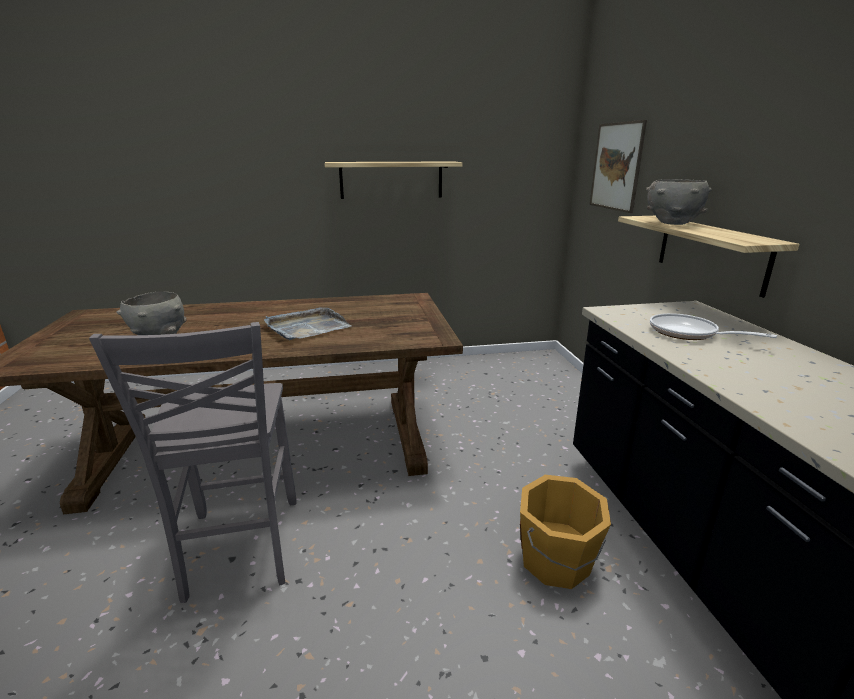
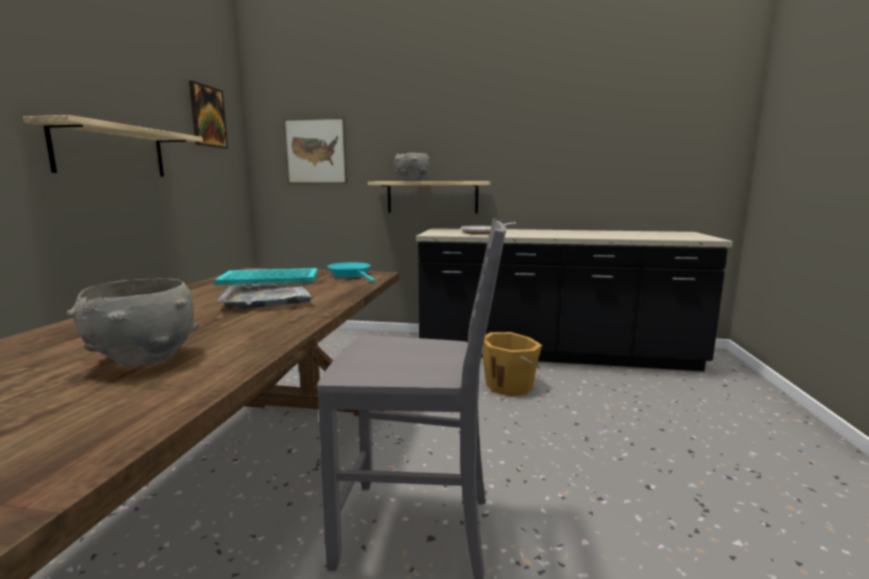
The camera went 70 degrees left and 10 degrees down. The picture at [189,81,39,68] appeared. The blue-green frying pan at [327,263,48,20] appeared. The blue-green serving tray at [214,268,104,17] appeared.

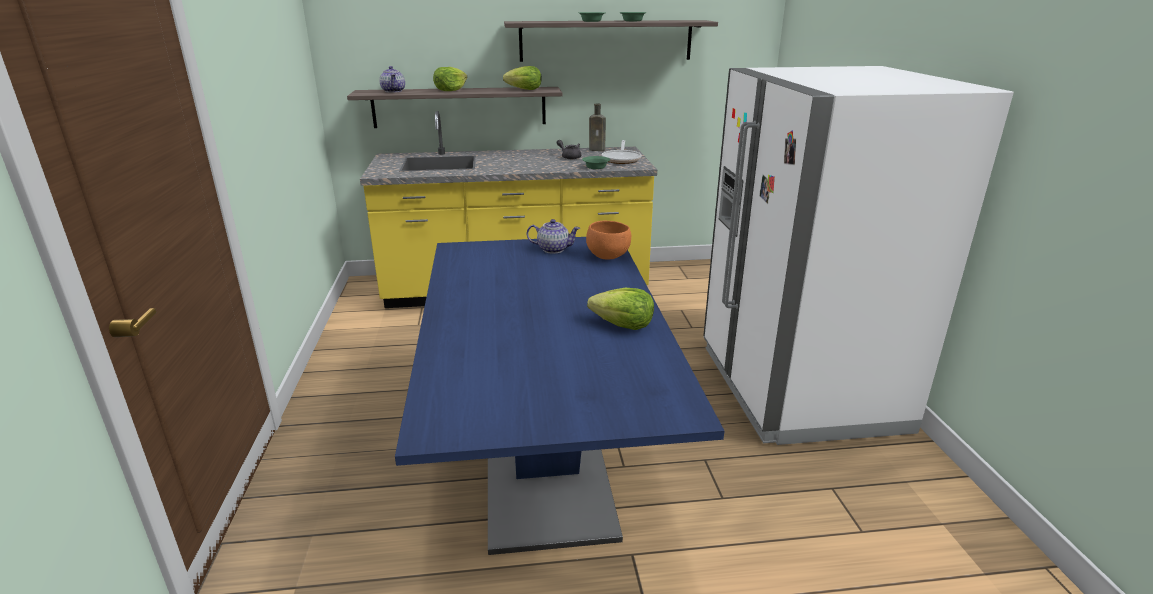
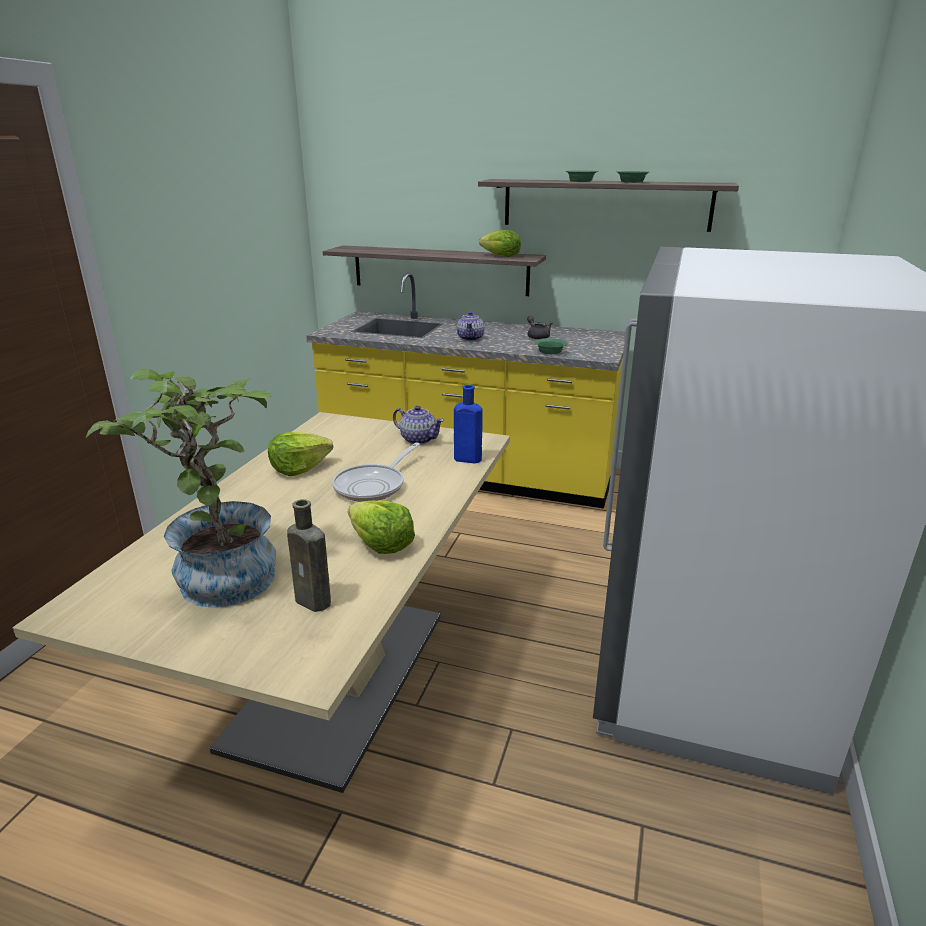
The camera went 25 degrees right and 0 degrees up. The pot for tea moved from [379,66,26,27] to [457,311,28,30]. The head of lettuce moved from [433,67,34,24] to [268,432,65,44]. The brownish bottle moved from [589,104,17,47] to [287,499,44,113]. The frying pan moved from [602,140,40,24] to [332,442,88,60]. The orangey deep dish at [586,221,45,39] was replaced by the blue bottle at [454,385,29,78]. The blue kitchen table at [395,237,330,318] became the sand-coloured kitchen table at [13,412,497,381]. The plant in a pot at [86,369,190,239] appeared.

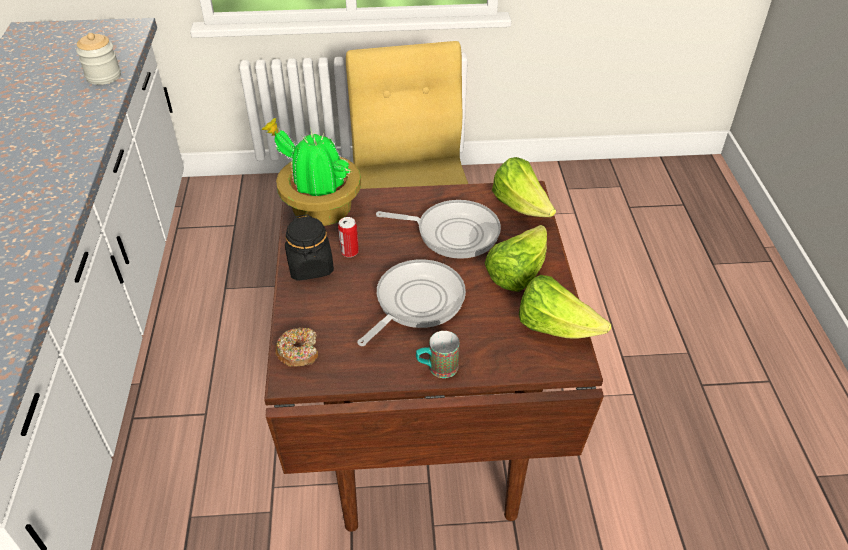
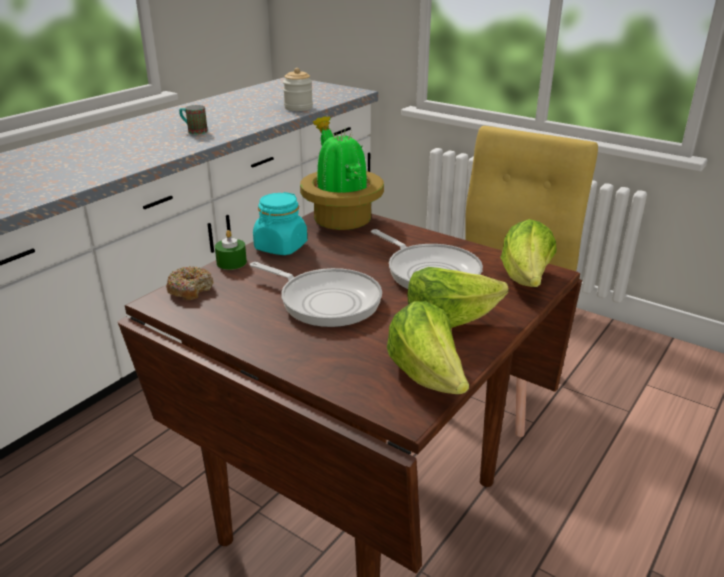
The camera went 40 degrees right and 15 degrees down. The blackish preserve jar at [285,214,49,67] became the blue-green preserve jar at [253,192,54,63]. The metal can at [338,217,21,40] disappeared. The frying pan at [357,259,109,87] turned 45 degrees clockwise. The mug moved from [416,331,43,47] to [179,105,29,30]. The green-coloured wax light at [215,230,32,40] appeared.

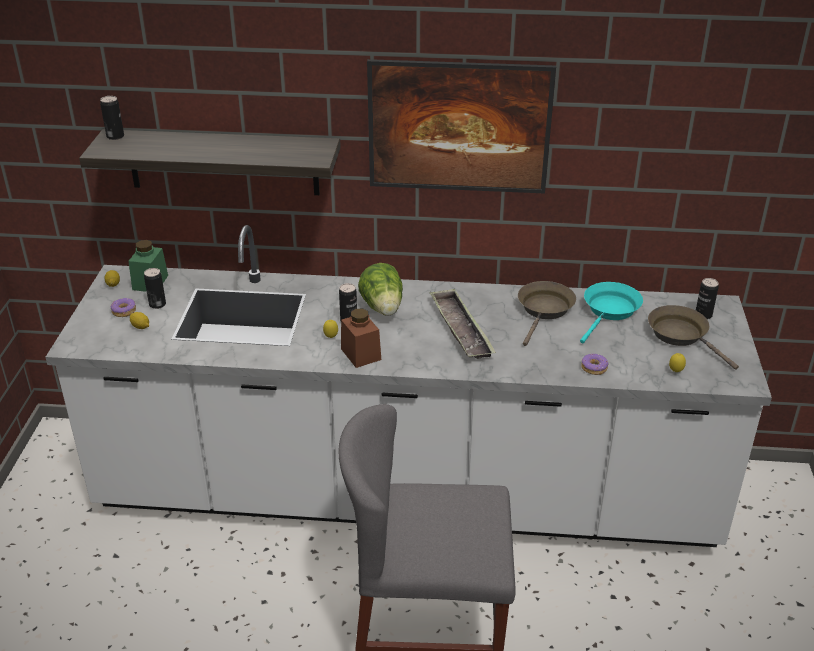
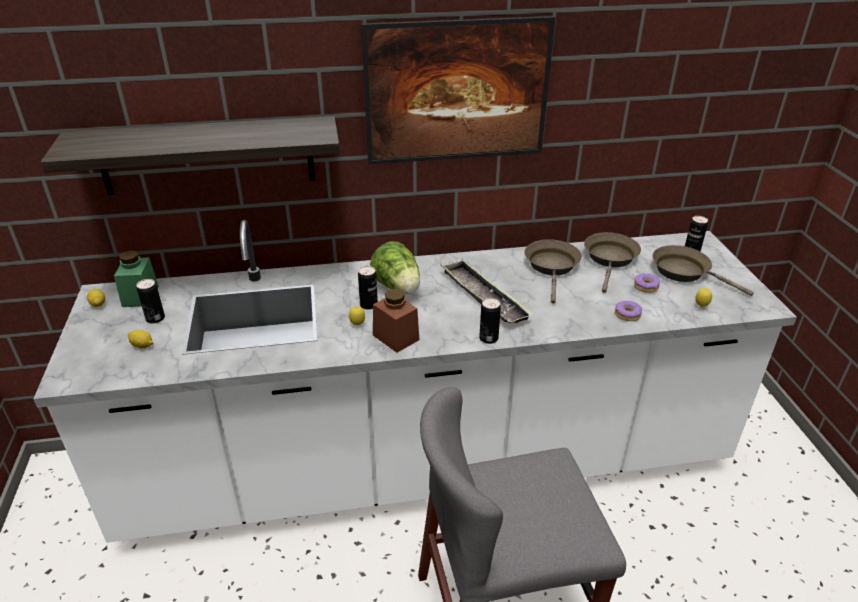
The camera went 15 degrees left and 0 degrees up. The metal can moved from [100,96,24,44] to [479,298,22,46]. The blue-green frying pan at [580,282,63,61] became the brownish frying pan at [584,232,57,61]. The doughnut moved from [110,298,26,19] to [634,273,26,20].

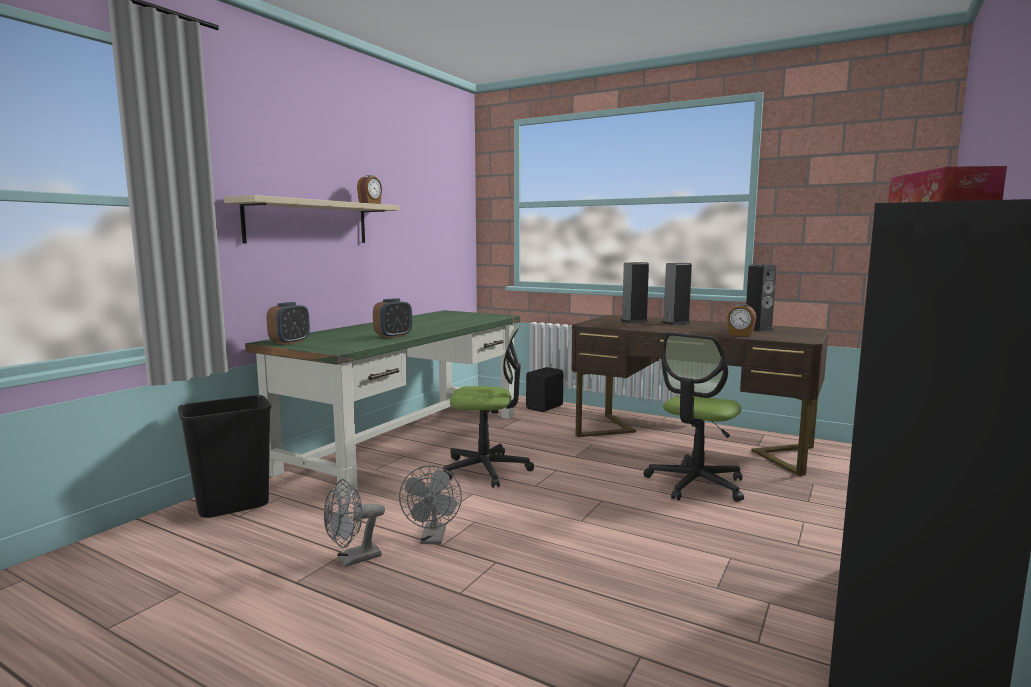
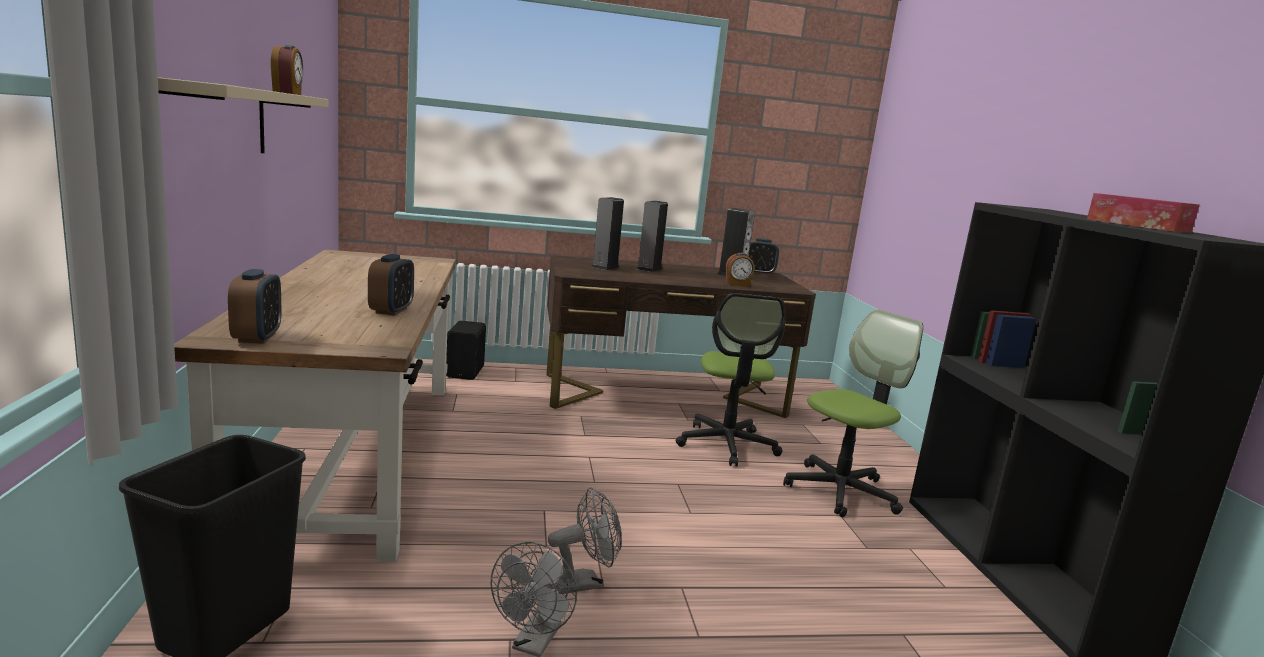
The camera went 40 degrees left and 5 degrees up. The green-coloured desk unit at [245,310,275,188] became the brownish desk unit at [174,250,282,312]. The office chair moved from [443,322,91,166] to [783,310,140,207]. The gray fan at [399,465,63,79] turned 75 degrees counterclockwise. The table clock at [749,238,30,37] appeared.

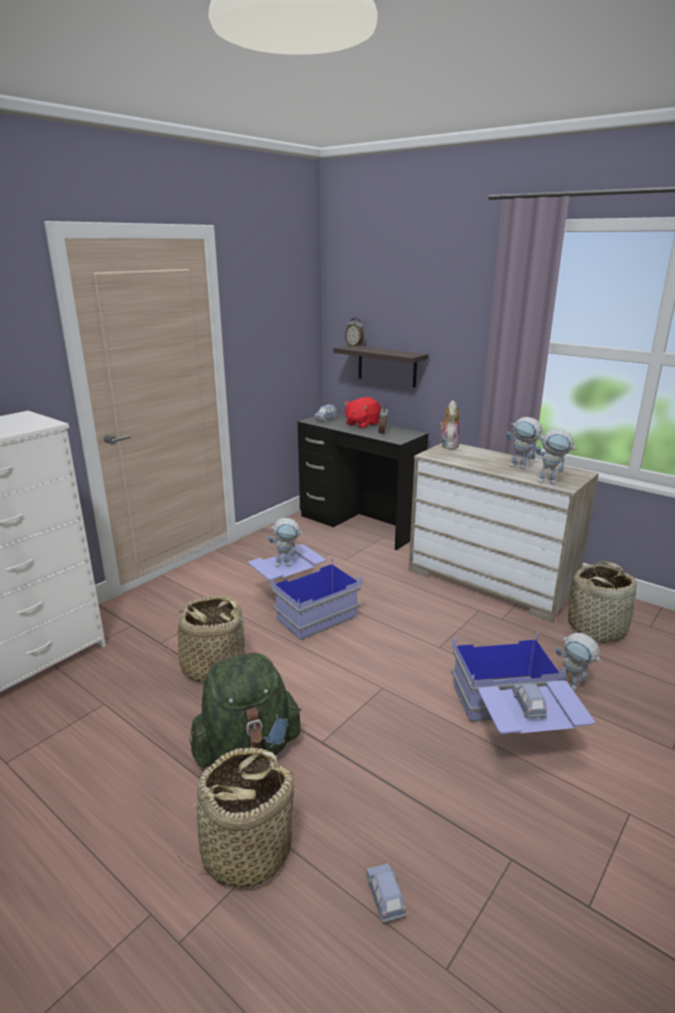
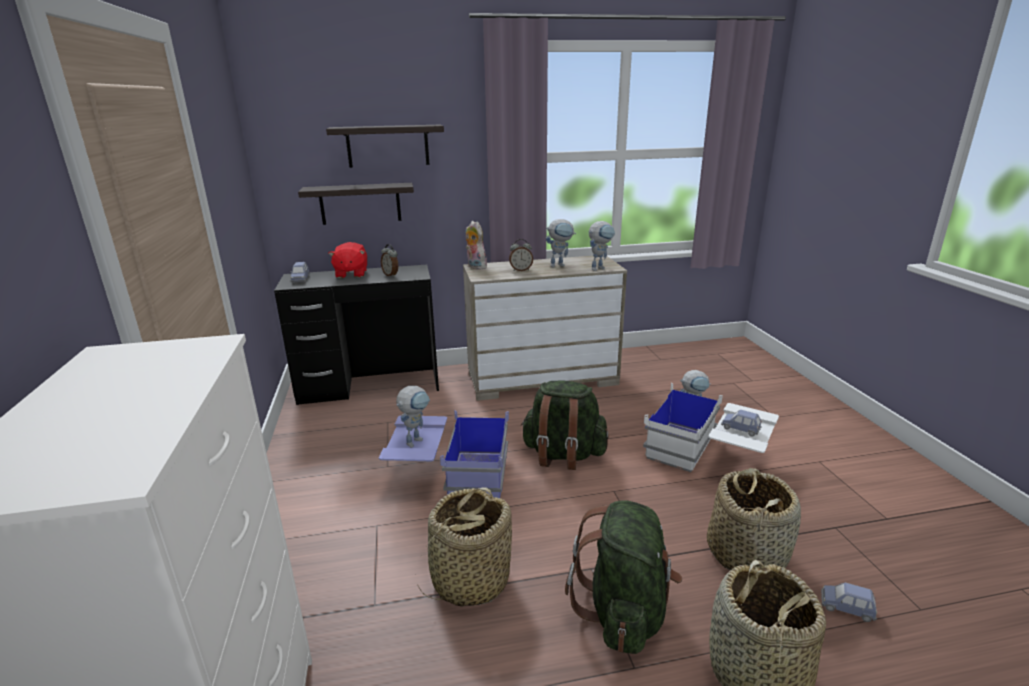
The camera went 50 degrees left and 0 degrees up. The table clock moved from [345,318,19,29] to [509,239,24,32]. The household basket moved from [568,561,69,82] to [707,468,94,102]. The blue storage bin at [451,631,144,103] became the white storage bin at [643,383,136,89]. The wall shelf at [326,125,118,43] appeared. The green-coloured backpack at [521,380,88,90] appeared.

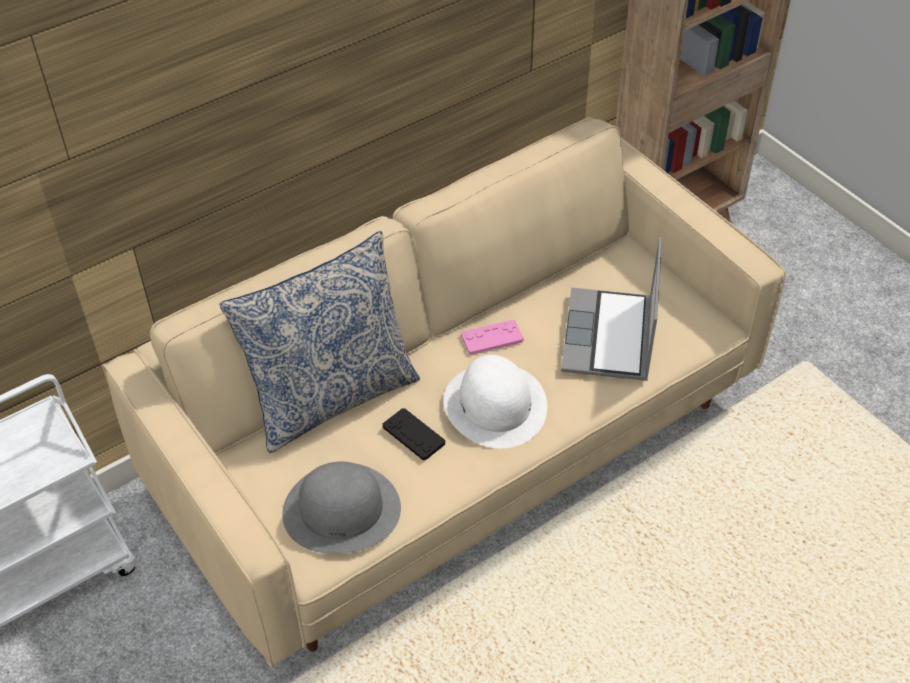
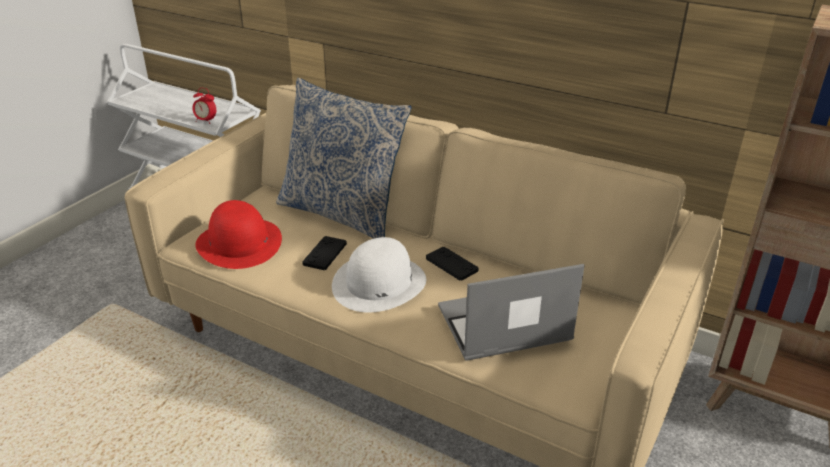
The camera went 65 degrees right and 15 degrees down. The pink joypad at [461,320,63,35] became the blackish joypad at [426,247,52,34]. The gray hat at [282,461,119,93] became the red hat at [195,200,87,69]. The table clock at [192,88,24,36] appeared.

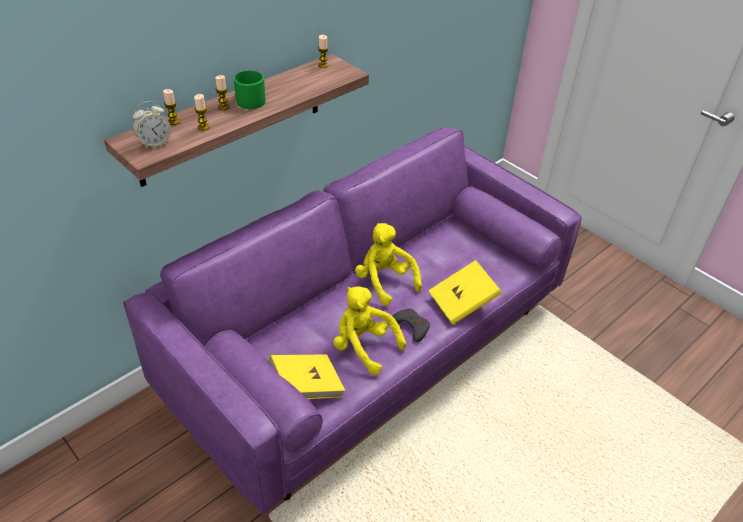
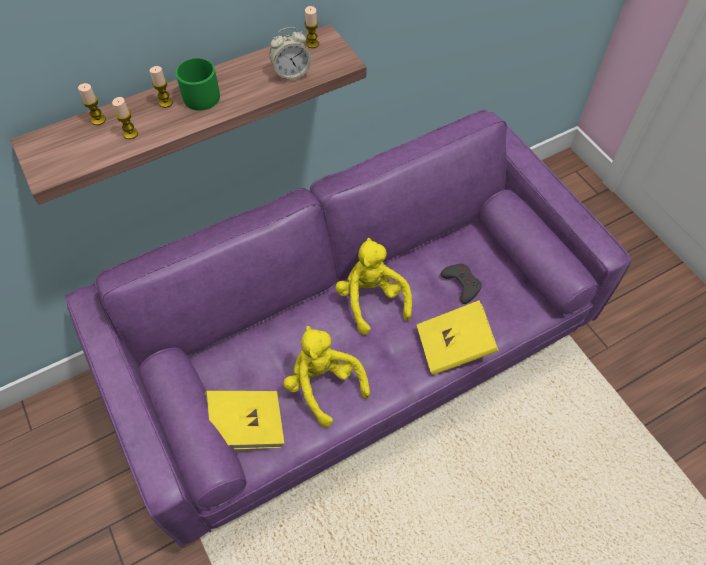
The camera went 15 degrees right and 15 degrees up. The table clock moved from [133,101,38,48] to [270,27,41,54]. The gray joypad moved from [393,308,37,34] to [440,264,42,40].

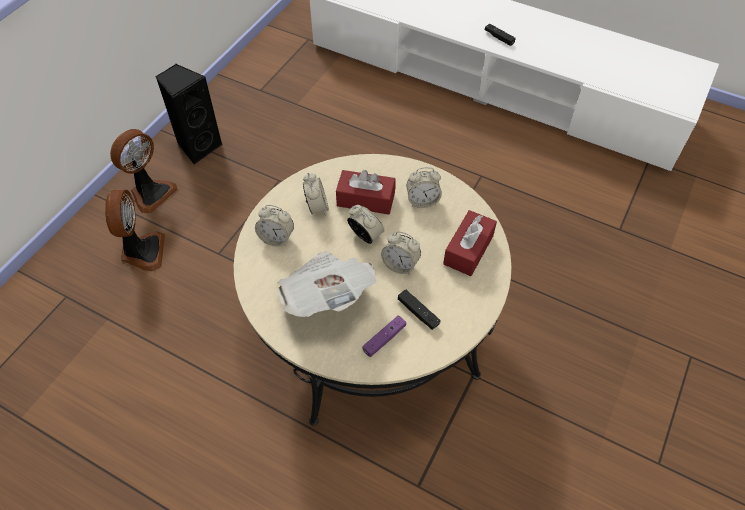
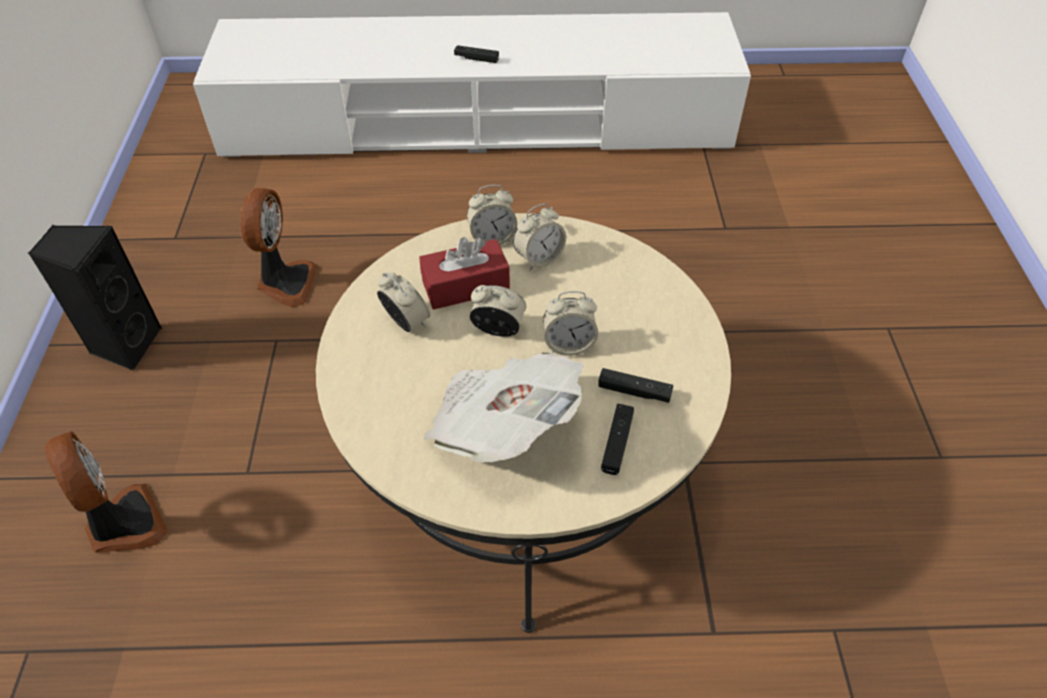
The camera went 30 degrees left and 5 degrees down. The fan moved from [110,129,68,85] to [241,188,77,119]. The table clock moved from [255,205,39,41] to [467,185,50,60]. The red box of tissues at [443,210,54,66] disappeared. The purplish joypad at [362,316,44,41] became the blackish joypad at [601,404,33,71].

